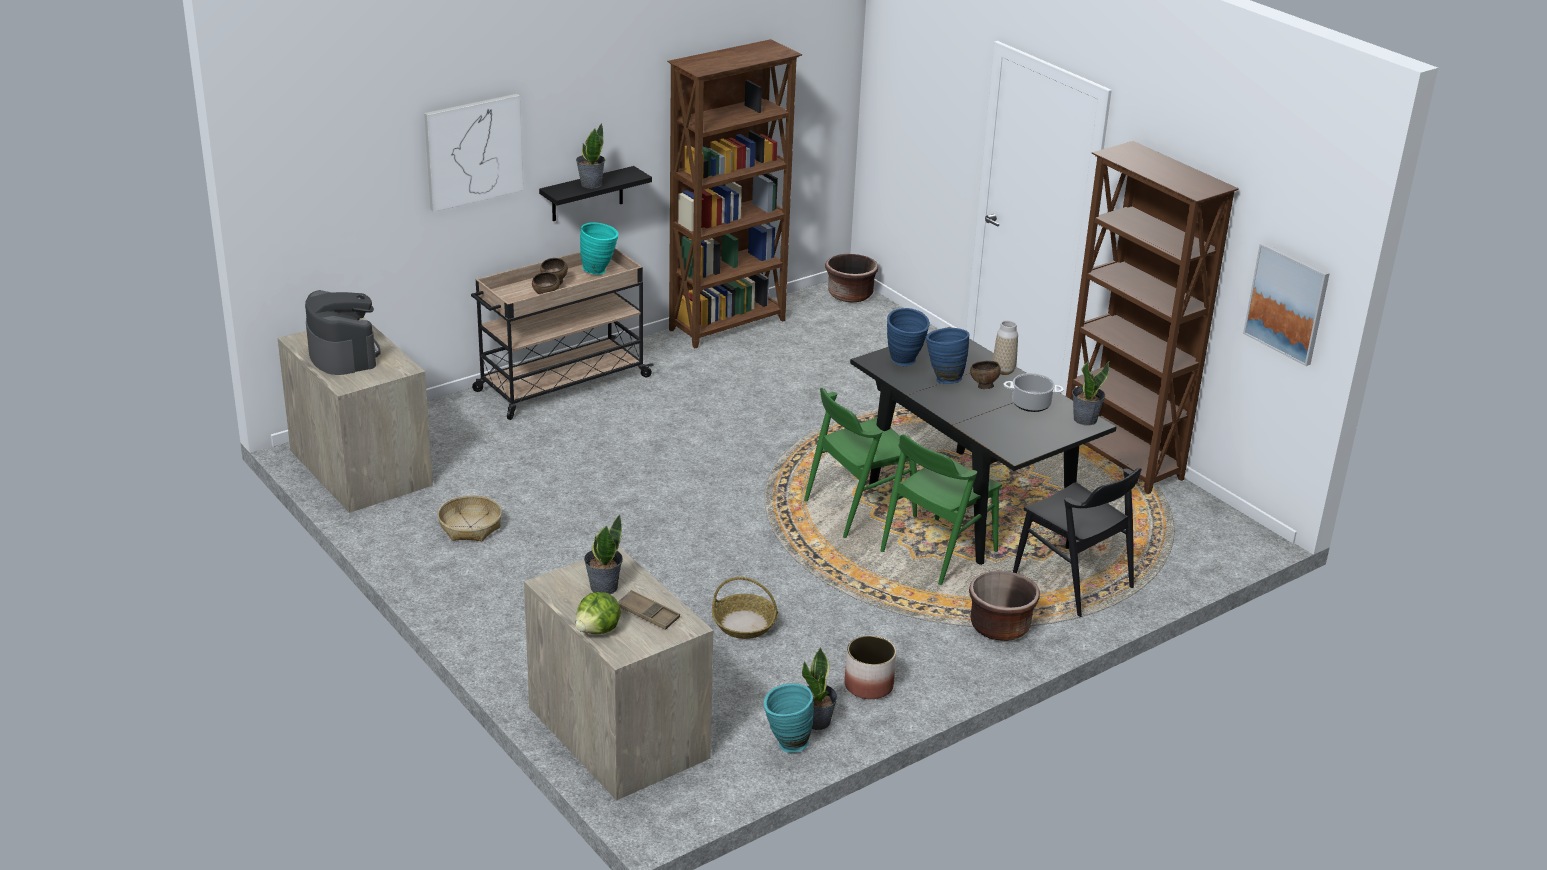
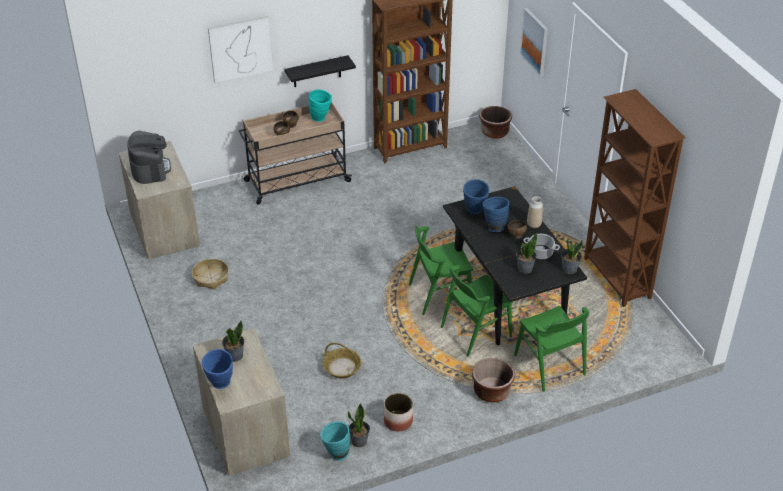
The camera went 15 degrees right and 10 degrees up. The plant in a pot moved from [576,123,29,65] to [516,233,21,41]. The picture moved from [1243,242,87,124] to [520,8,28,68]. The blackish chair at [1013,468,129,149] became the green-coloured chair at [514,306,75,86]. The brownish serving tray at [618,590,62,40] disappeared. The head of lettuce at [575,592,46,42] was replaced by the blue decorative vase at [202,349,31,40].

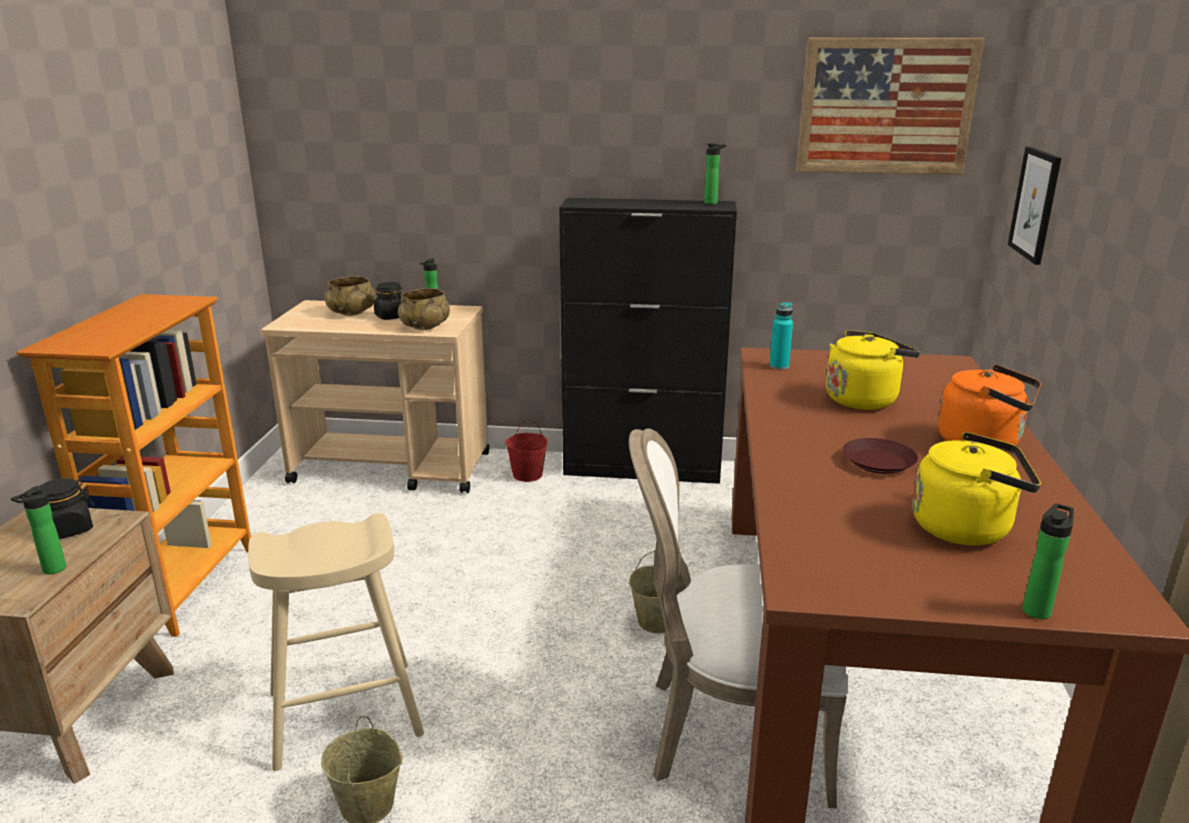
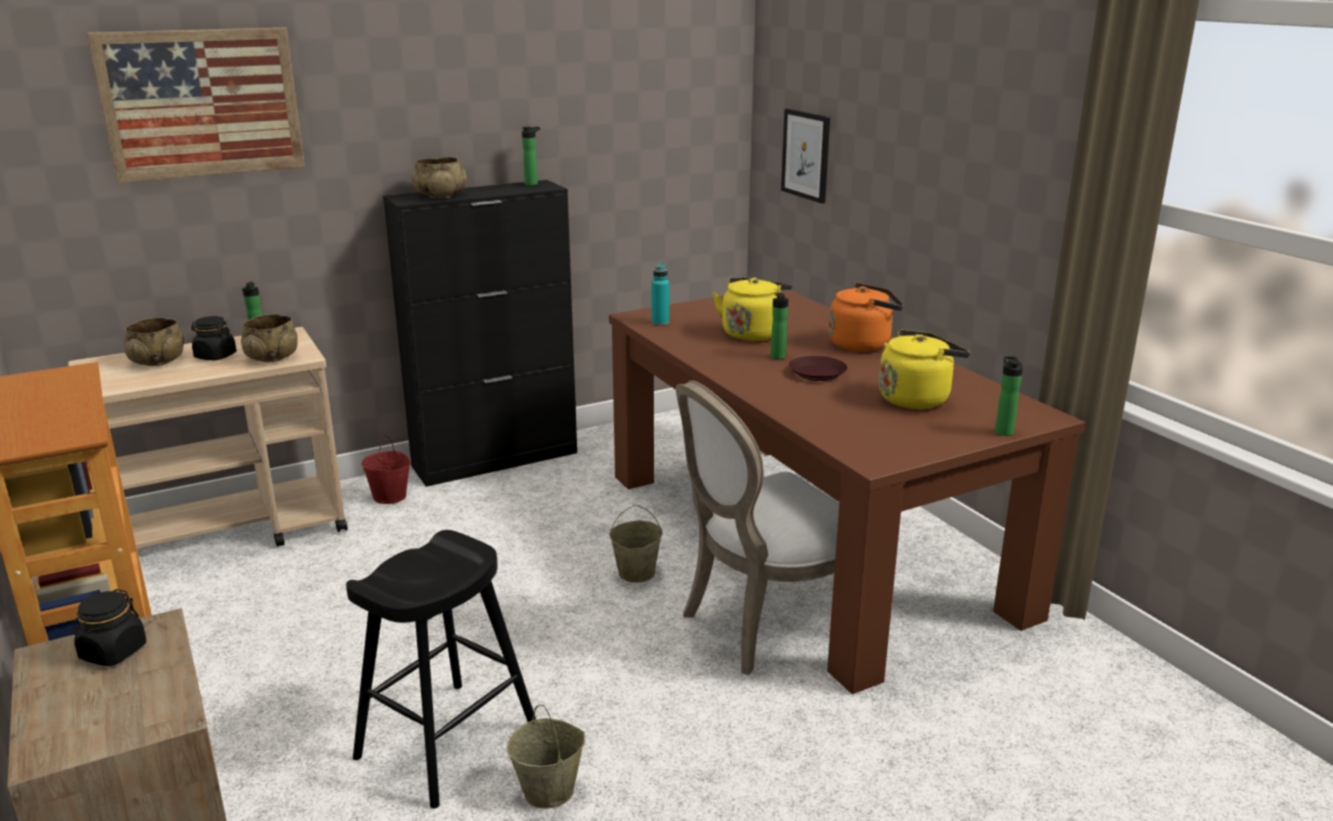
The camera went 35 degrees left and 0 degrees up. The picture moved from [797,38,187,137] to [87,27,218,156]. The bottle moved from [11,485,55,89] to [771,292,18,67]. The sand-coloured stool at [248,513,176,258] became the blackish stool at [346,530,190,279]. The sand-coloured deep dish at [412,157,55,41] appeared.

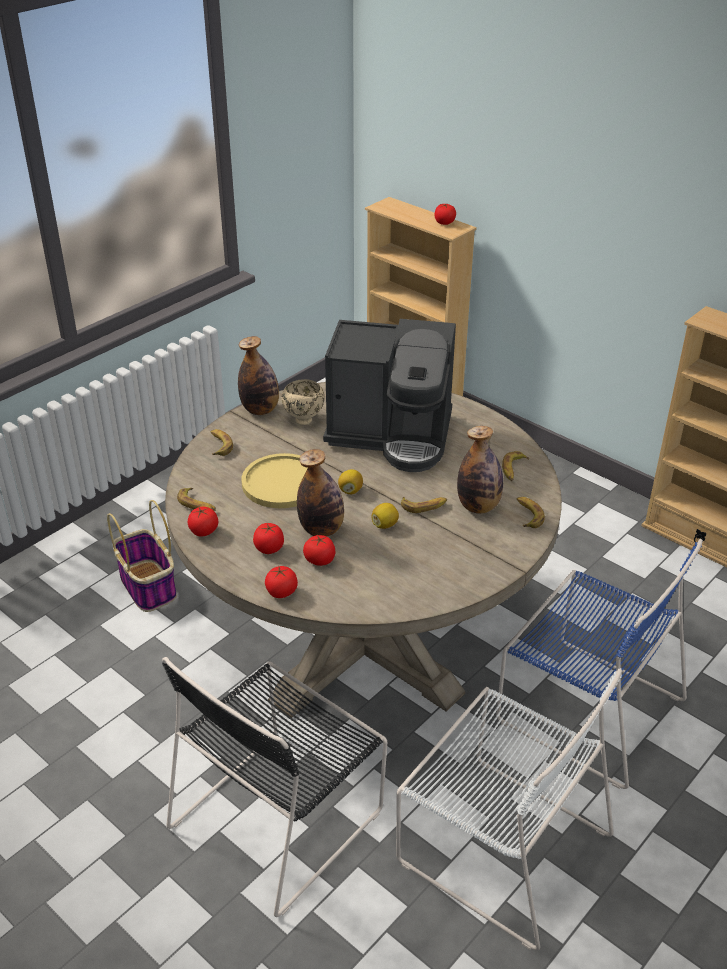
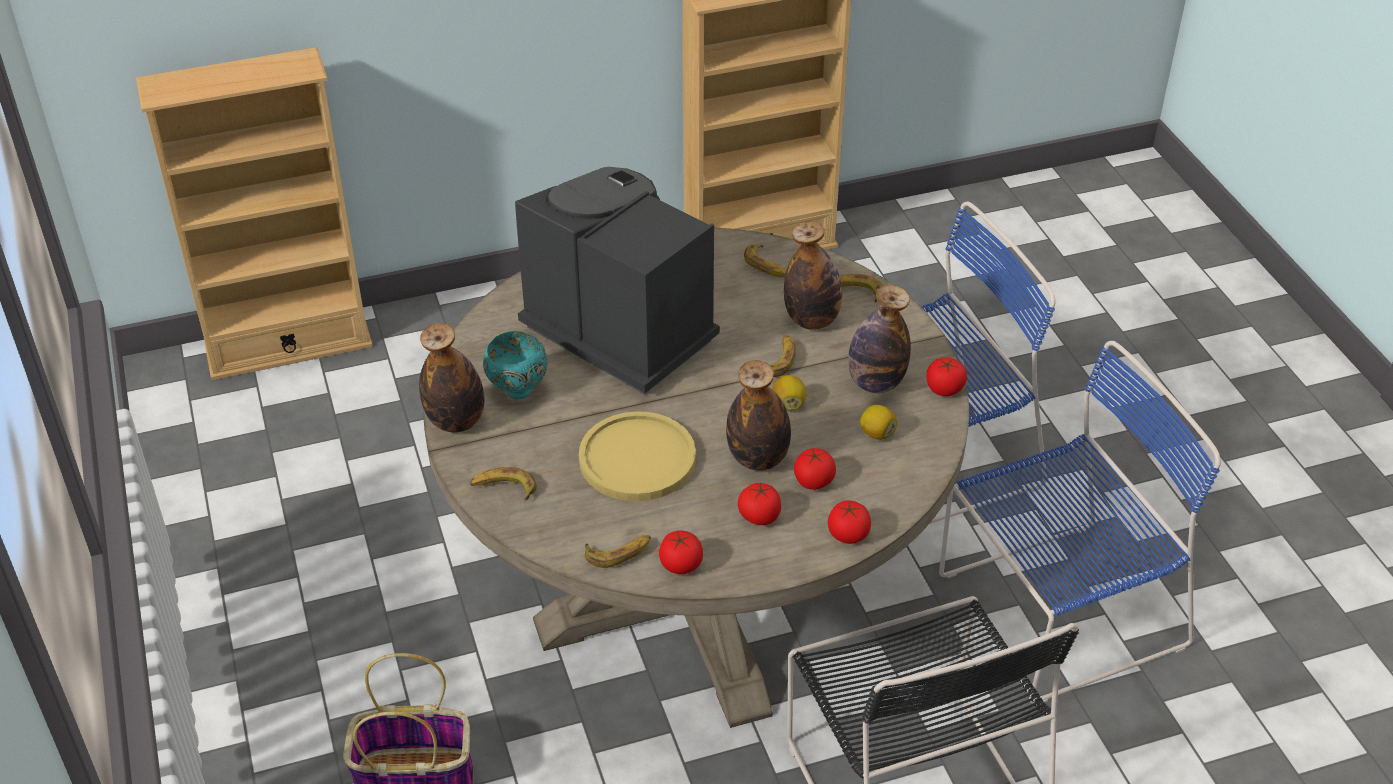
The camera went 60 degrees left and 5 degrees up. The tomato moved from [434,204,22,21] to [926,358,41,38]. The coffee machine at [323,319,133,153] turned 90 degrees counterclockwise. The sand-coloured deep dish at [282,379,42,46] became the blue-green deep dish at [483,331,64,68]. The lemon moved from [338,469,25,25] to [860,405,37,35]. The white chair at [396,669,226,281] became the blue chair at [939,341,282,363]. The bottle at [848,285,63,108] appeared.

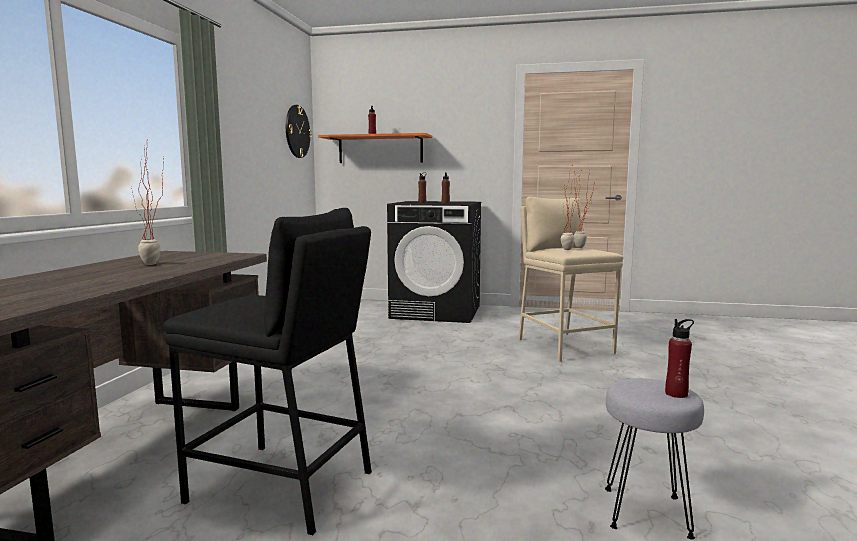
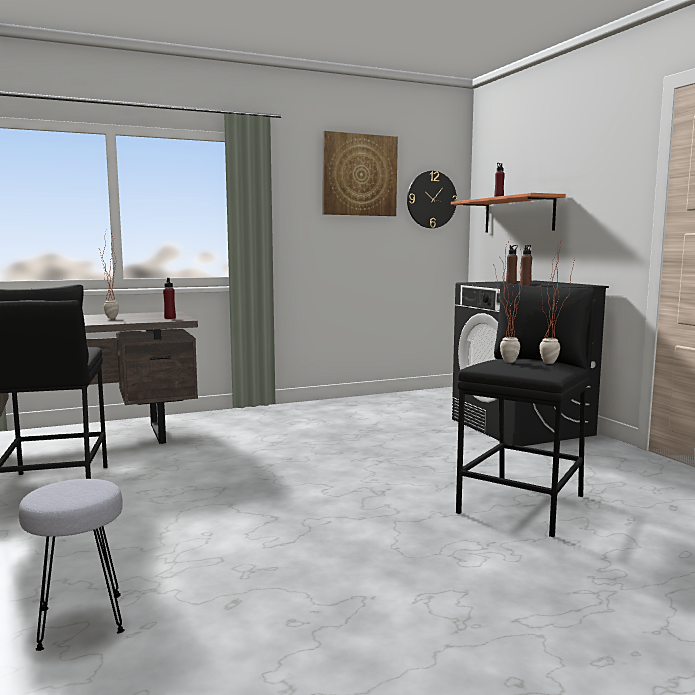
The camera went 55 degrees right and 0 degrees up. The sand-coloured stool at [518,197,105,165] became the blackish stool at [456,282,140,255]. The red bottle moved from [665,319,29,79] to [163,278,13,41]. The picture at [323,131,75,85] appeared.

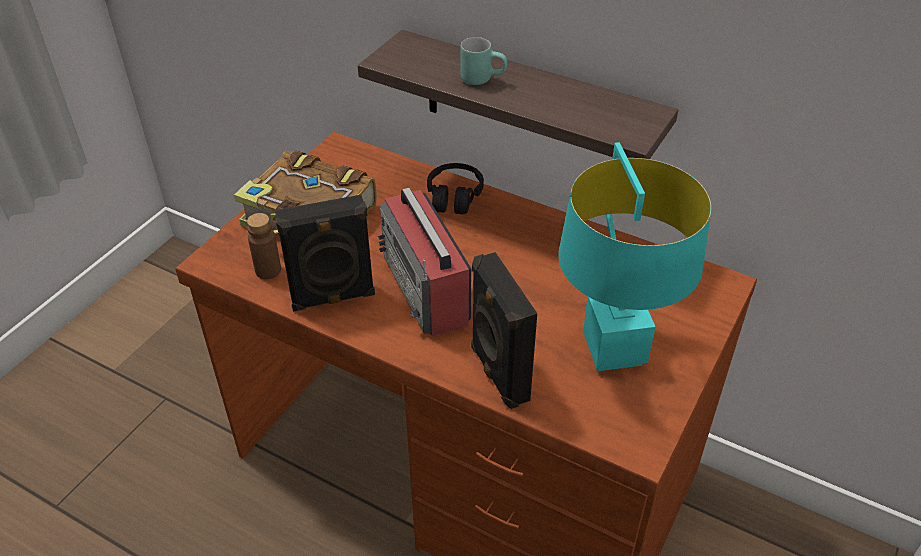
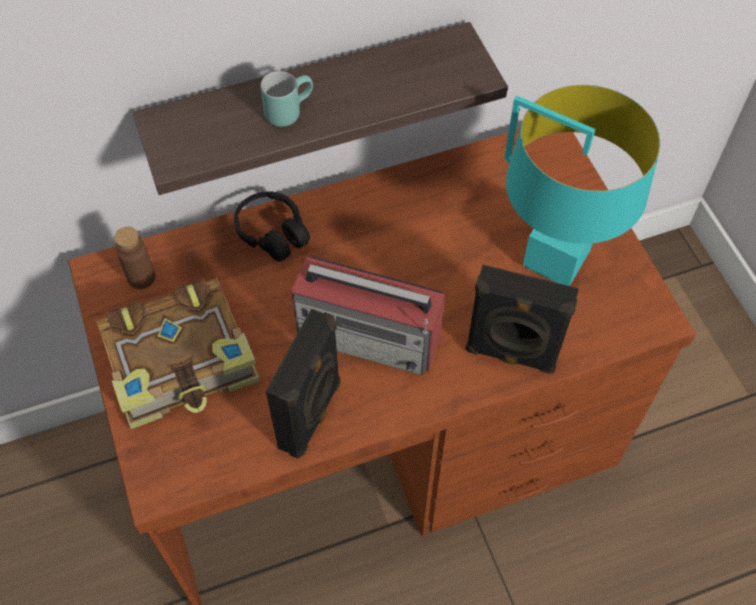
The camera went 50 degrees left and 15 degrees up. The brownish bottle moved from [247,213,34,66] to [114,227,41,62].

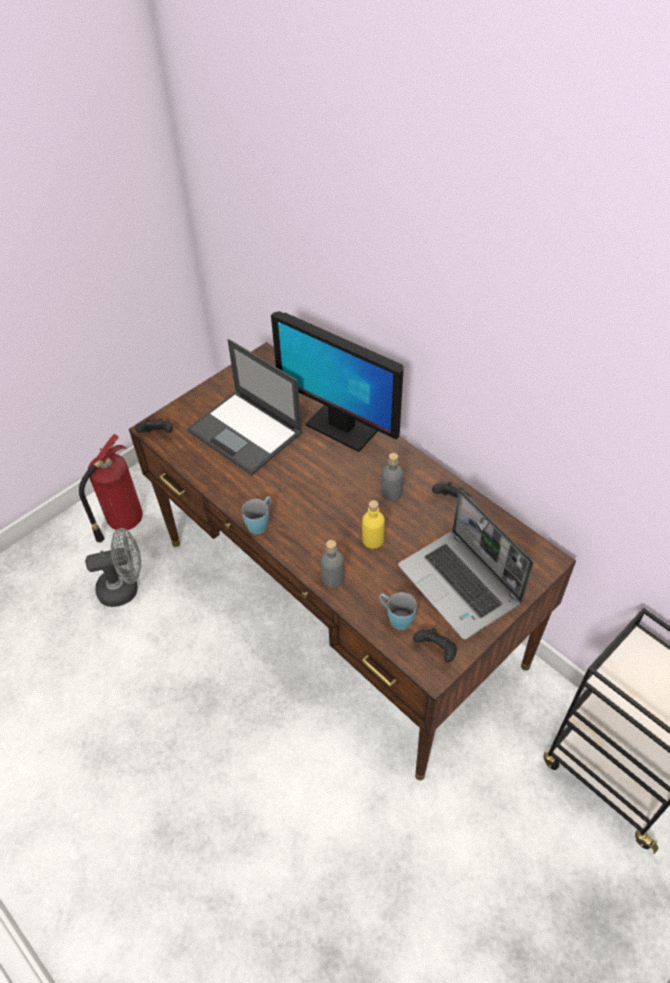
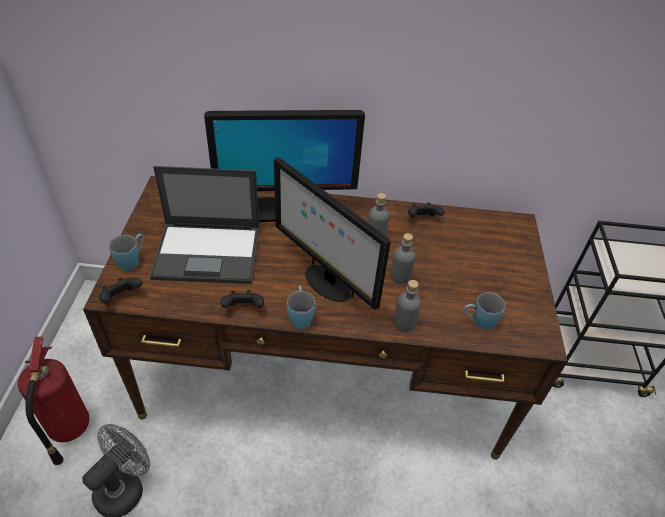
The camera went 45 degrees left and 5 degrees down. The notebook computer at [398,489,136,151] disappeared. The yellow-coloured bottle at [362,500,23,49] became the gray bottle at [390,233,26,51]. The blackish joypad moved from [413,628,44,34] to [220,290,44,18]. The monitor at [274,157,117,153] appeared. The blue mug at [109,234,35,37] appeared.

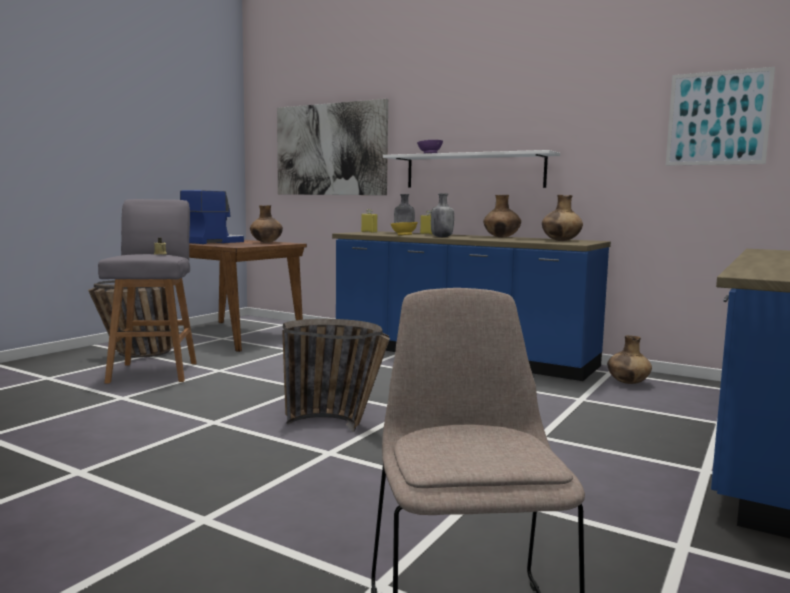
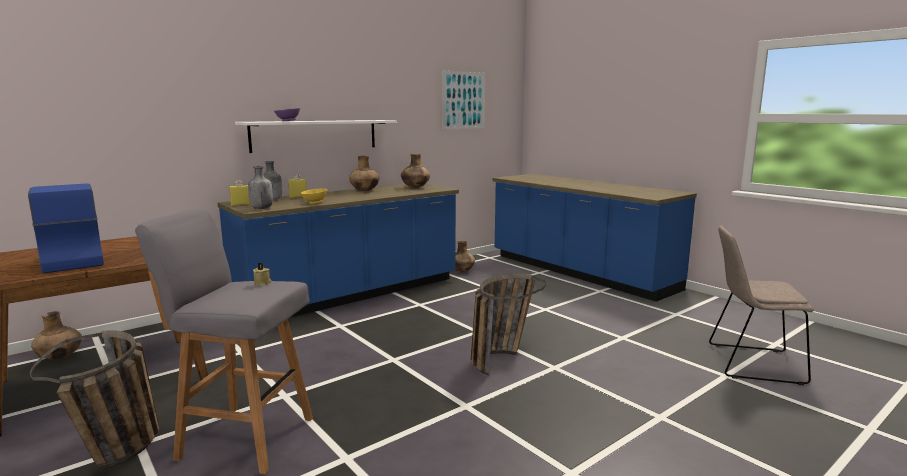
The camera went 70 degrees left and 5 degrees up. The picture at [277,99,111,96] disappeared. The gray bottle moved from [431,193,23,44] to [248,166,25,43]. The brownish decorative vase moved from [250,205,33,38] to [31,311,51,49].

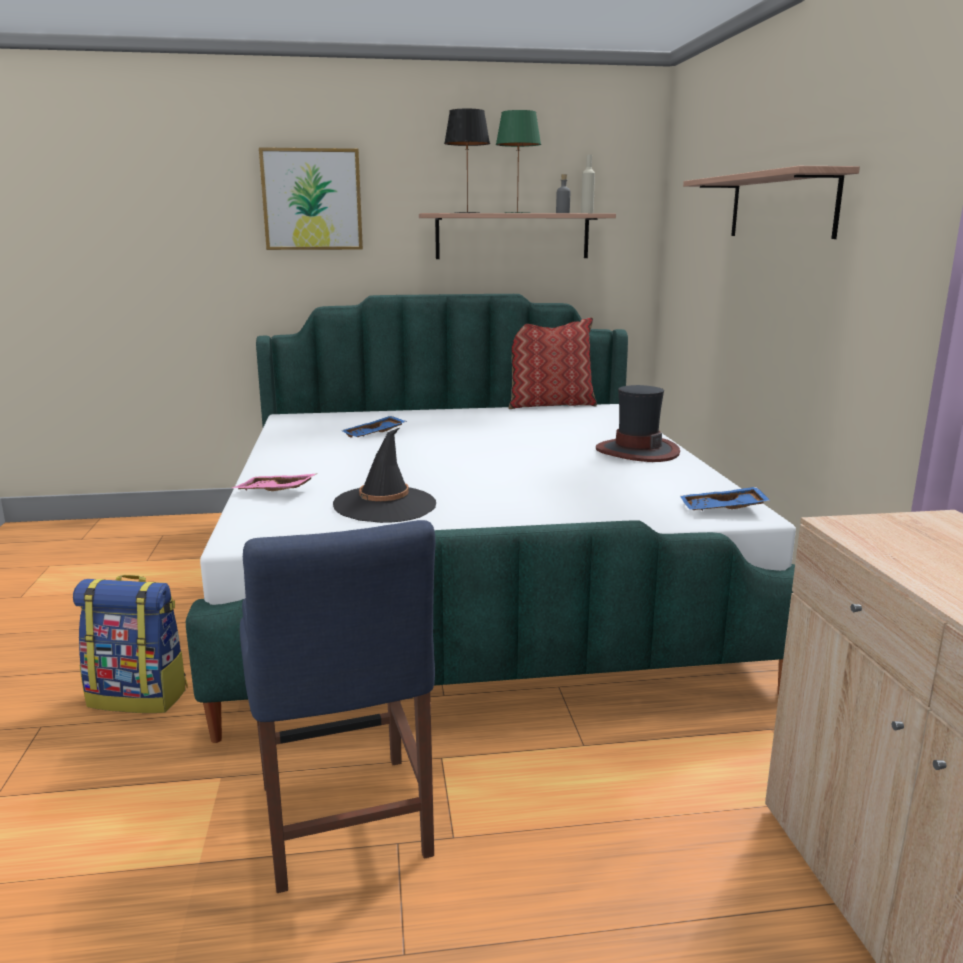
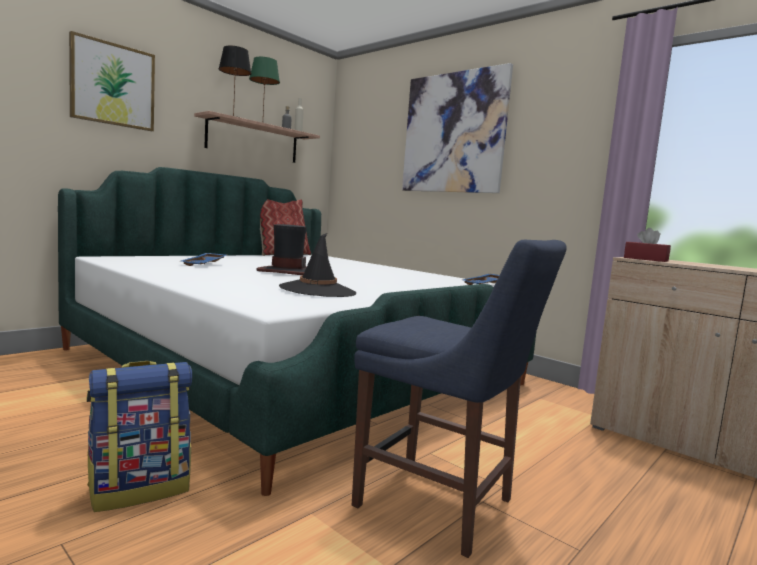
The camera went 40 degrees left and 10 degrees down. The wall shelf at [683,166,177,73] was replaced by the picture at [402,63,111,130]. The hat moved from [596,385,84,77] to [256,224,51,51]. The pink serving tray at [232,474,84,17] disappeared. The red box of tissues at [624,228,47,34] appeared.

